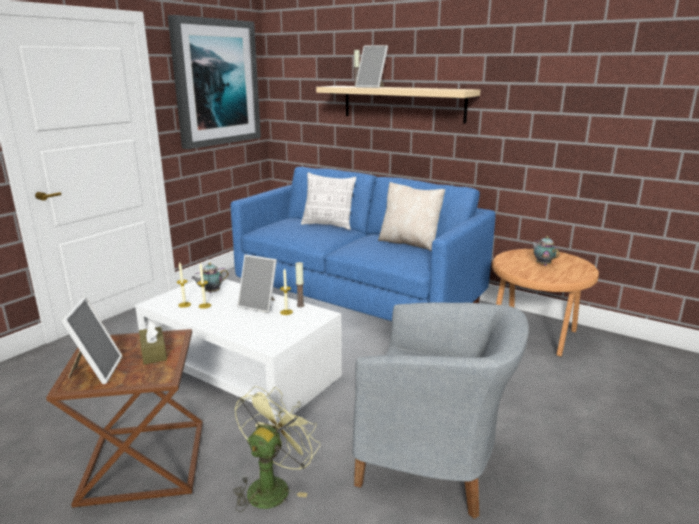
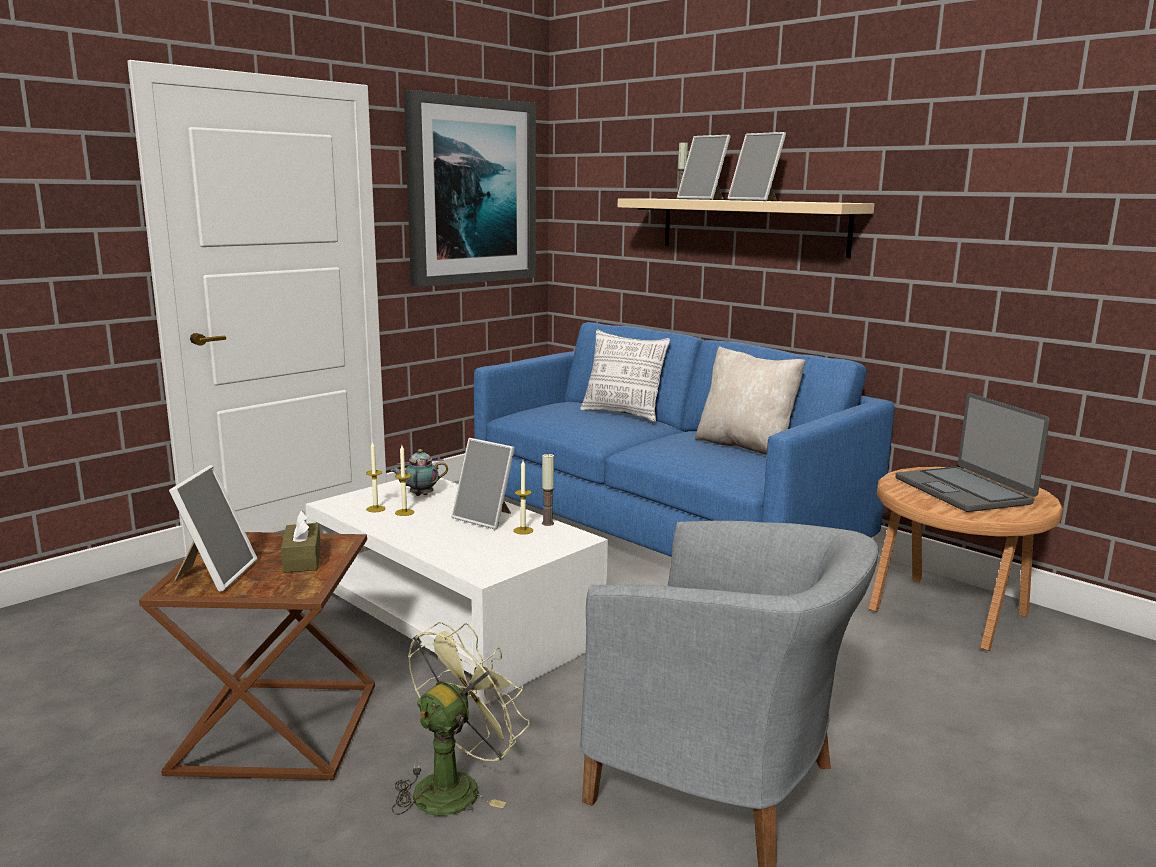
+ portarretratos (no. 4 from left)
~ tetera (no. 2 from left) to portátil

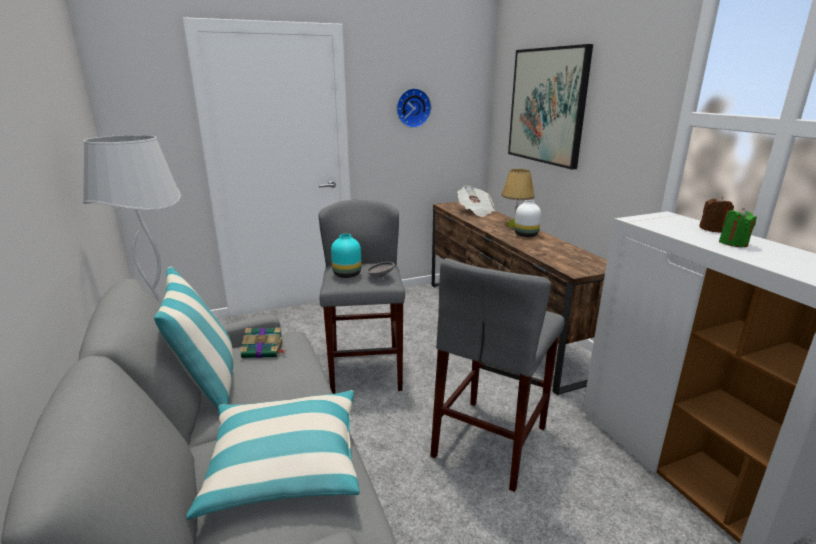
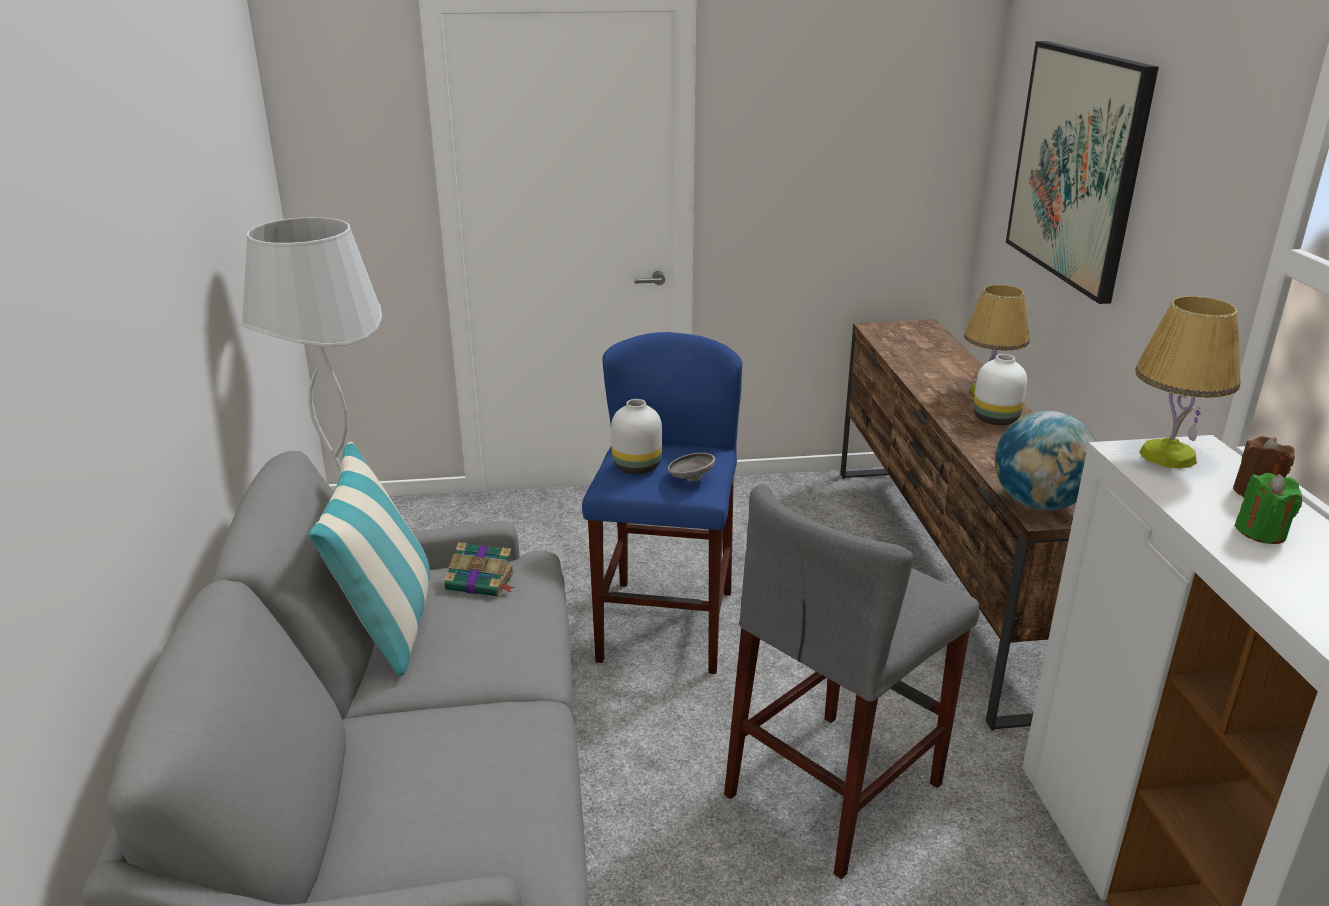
- cojín (no. 2 from left)
- reloj de pared
- periódico
+ globo terráqueo
+ lámpara de mesa (no. 2 from left)
~ taburete/gris (no. 1 from left) to taburete/azul
~ florero/turquesa to florero/blanco (no. 1 from left)

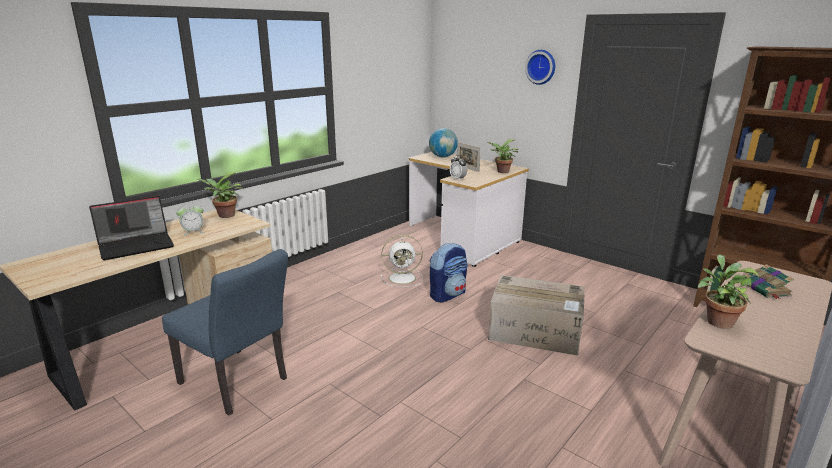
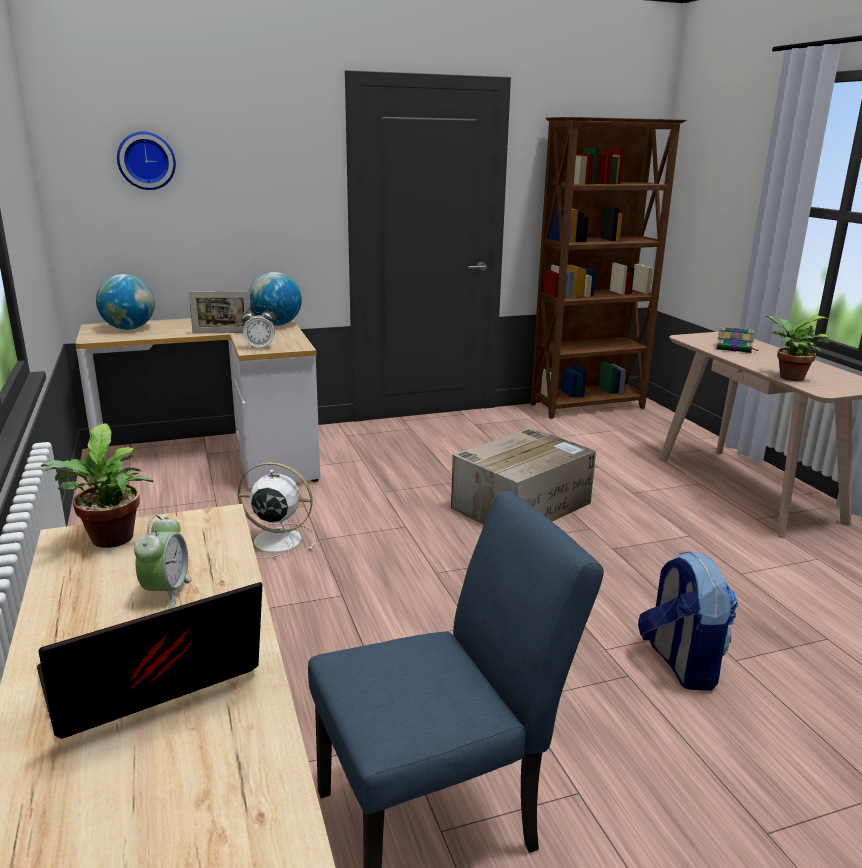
~ mochila
~ reloj de pared
~ planta en maceta (no. 2 from left) to globo terráqueo (no. 2 from left)
~ portátil 120 degrees counterclockwise
~ ventilador/blanco 105 degrees counterclockwise

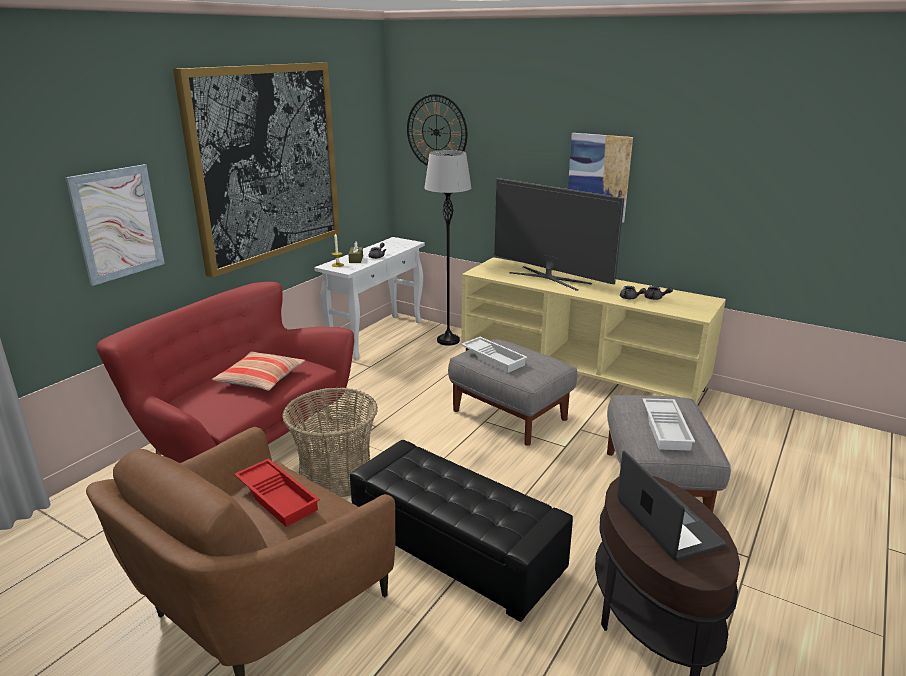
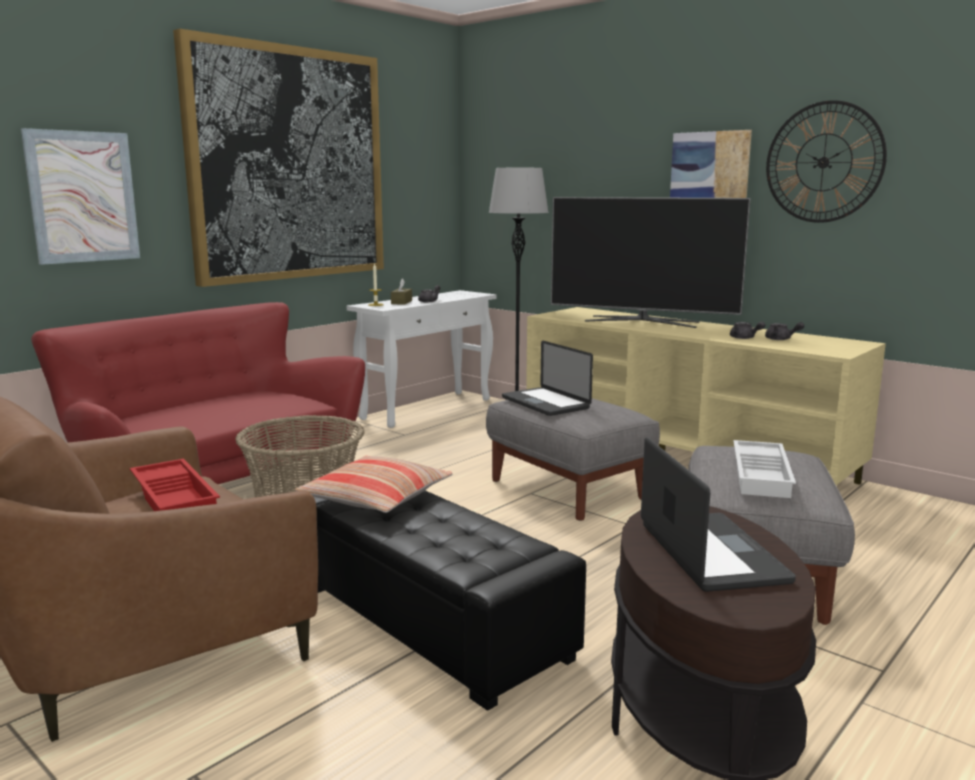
~ cojín
~ reloj de pared
~ bandeja/blanco (no. 1 from left) to portátil (no. 1 from left)
~ televisor 150 degrees clockwise

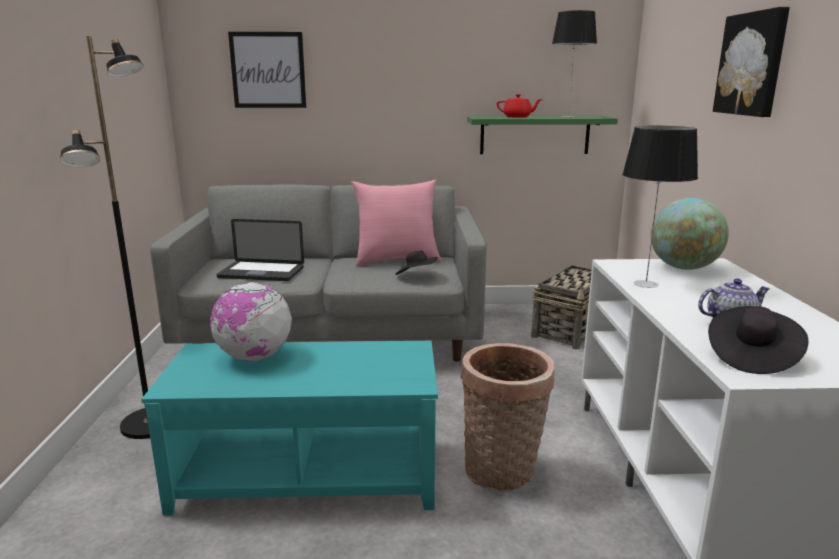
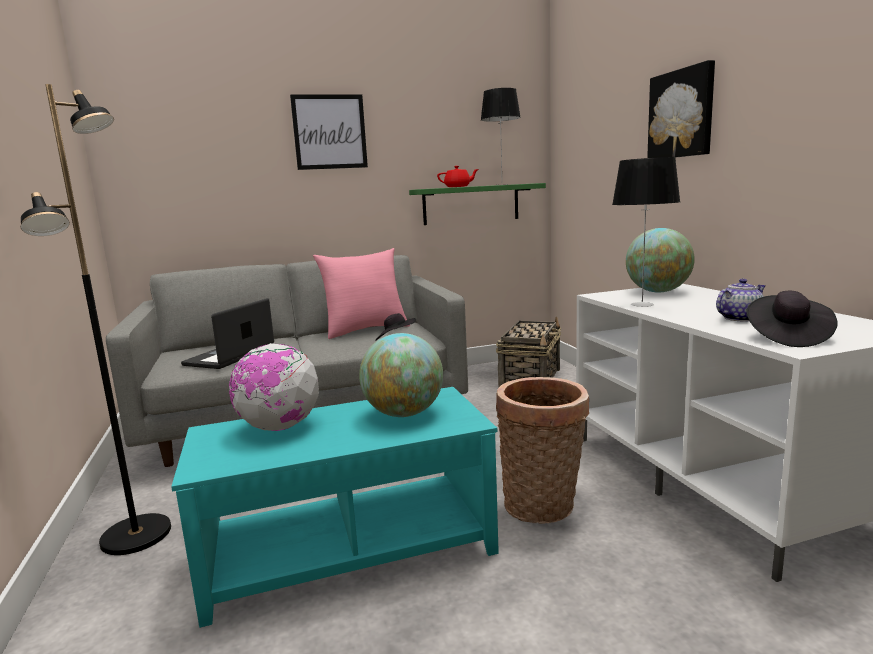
+ globo terráqueo (no. 2 from left)
~ cuadro (no. 1 from left)
~ portátil 120 degrees clockwise

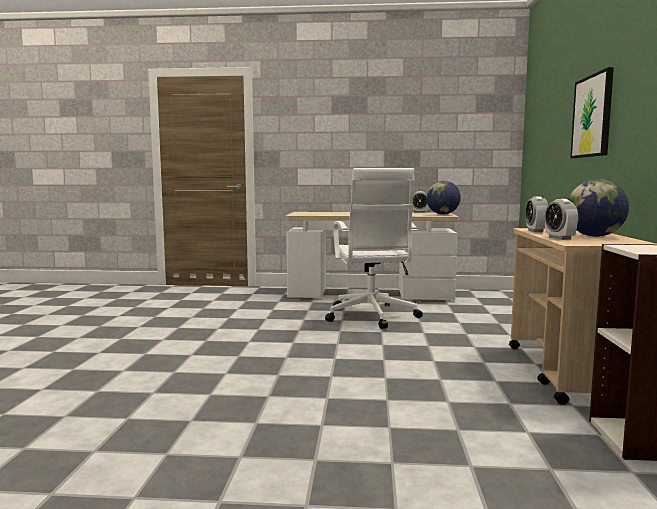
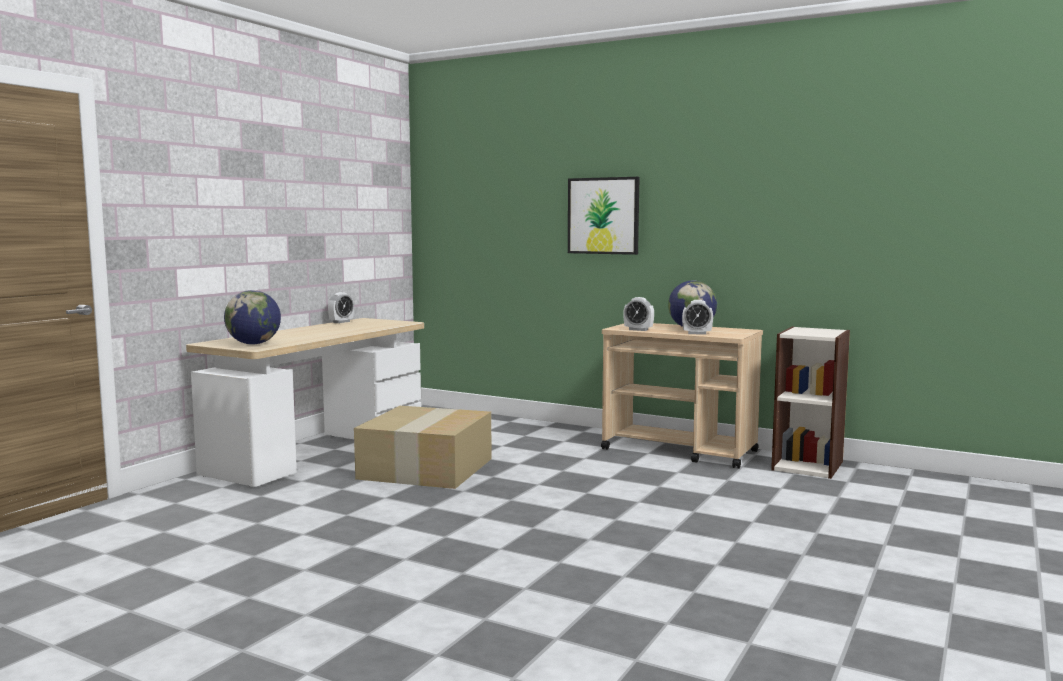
~ globo terráqueo (no. 1 from left)
~ silla de oficina/blanco to caja de cartón

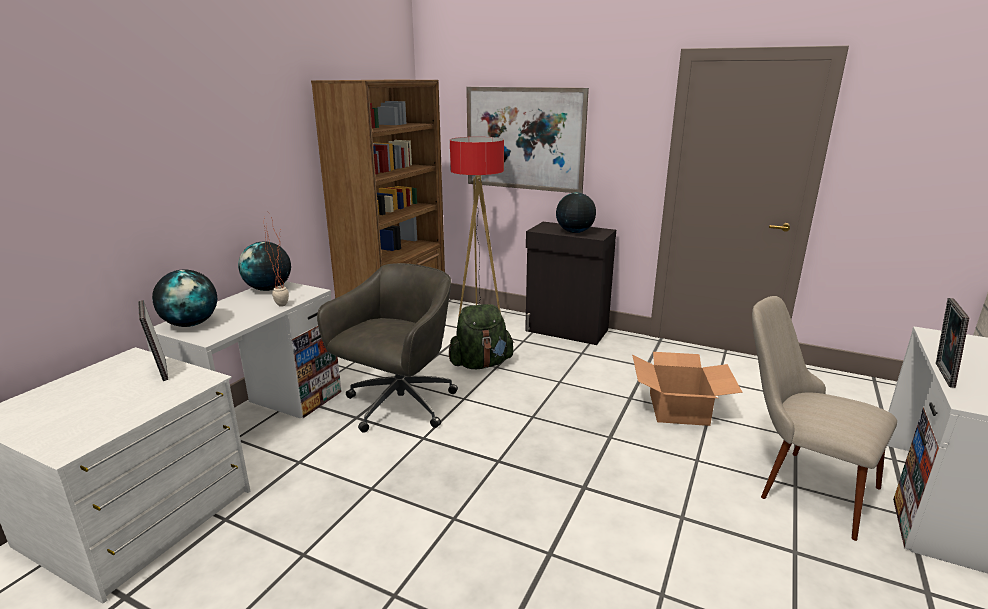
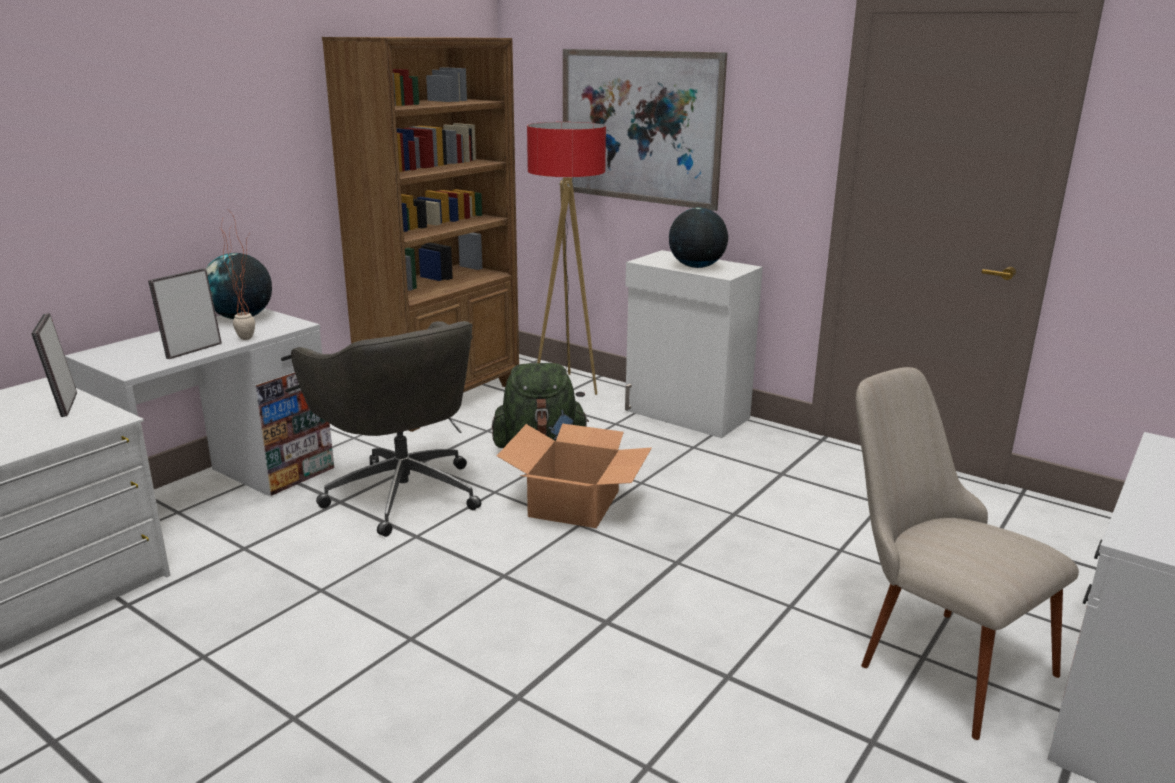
- globo terráqueo (no. 1 from left)
~ caja de cartón
~ portarretratos (no. 2 from left)
~ armario/negro to armario/blanco
~ silla de oficina/gris 105 degrees clockwise

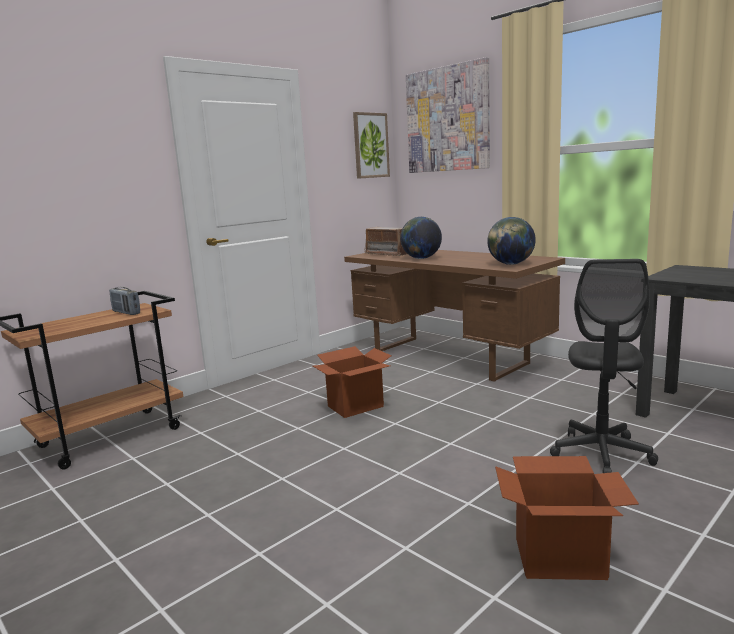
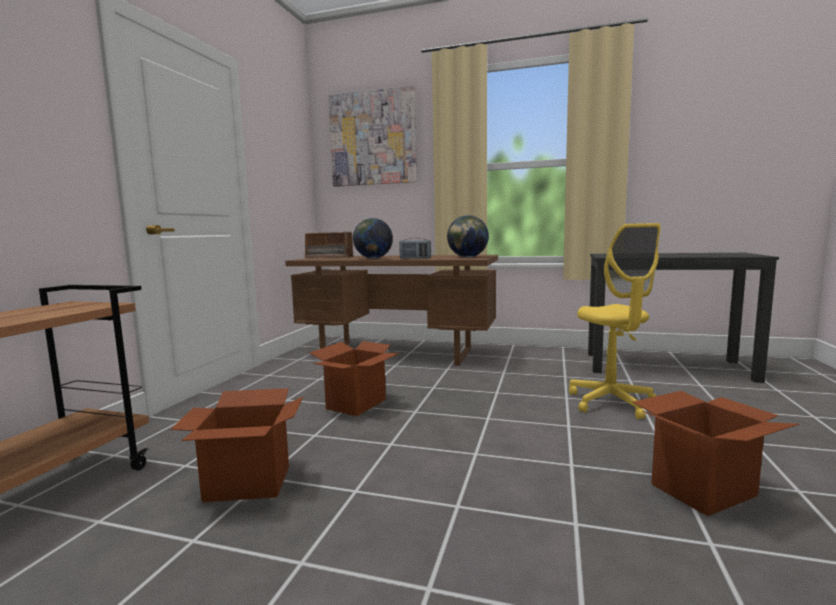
- cuadro (no. 1 from left)
+ caja de cartón (no. 1 from left)
~ radio (no. 1 from left in the first image) to radio (no. 2 from left)
~ silla de oficina/negro to silla de oficina/amarillo

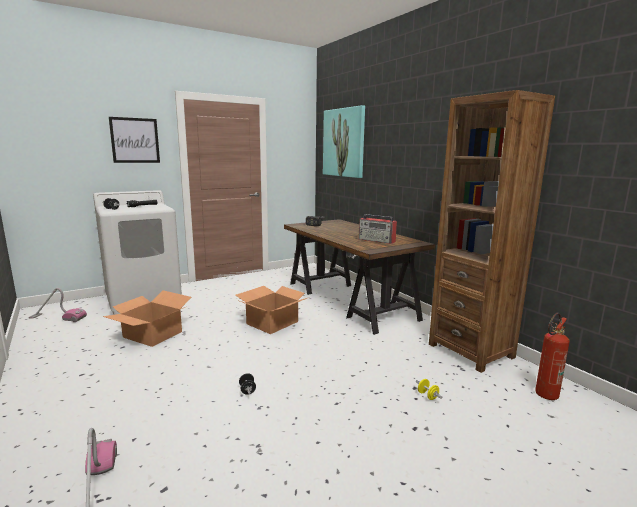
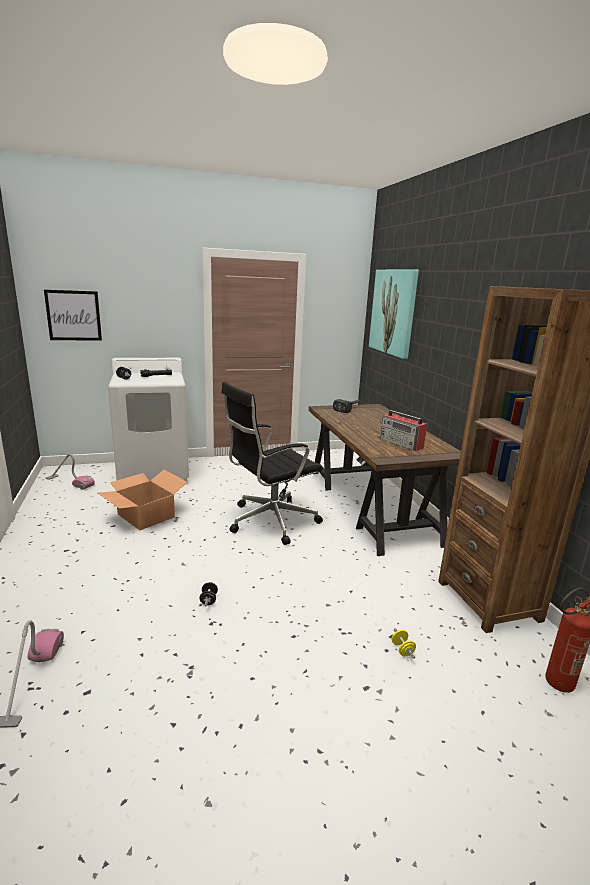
~ cuadro (no. 1 from left)
~ caja de cartón (no. 2 from left) to silla de oficina/negro

